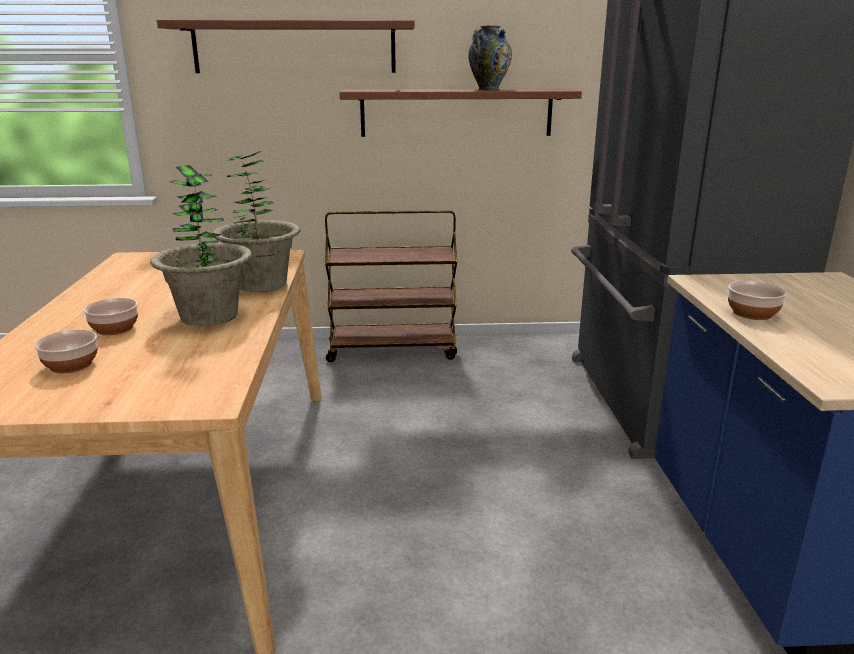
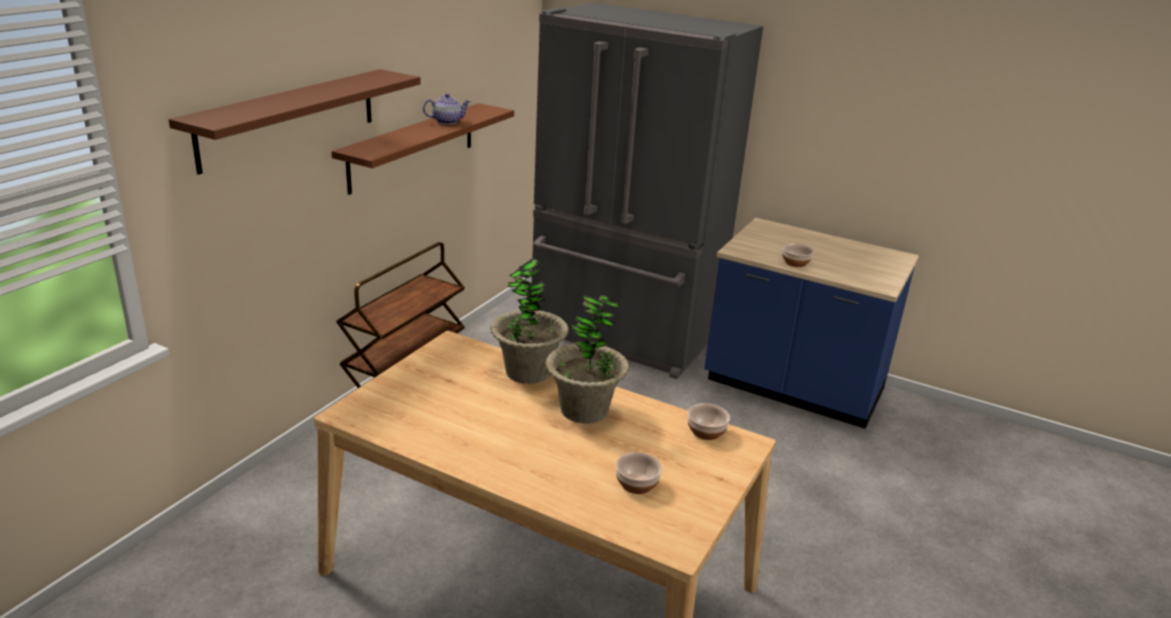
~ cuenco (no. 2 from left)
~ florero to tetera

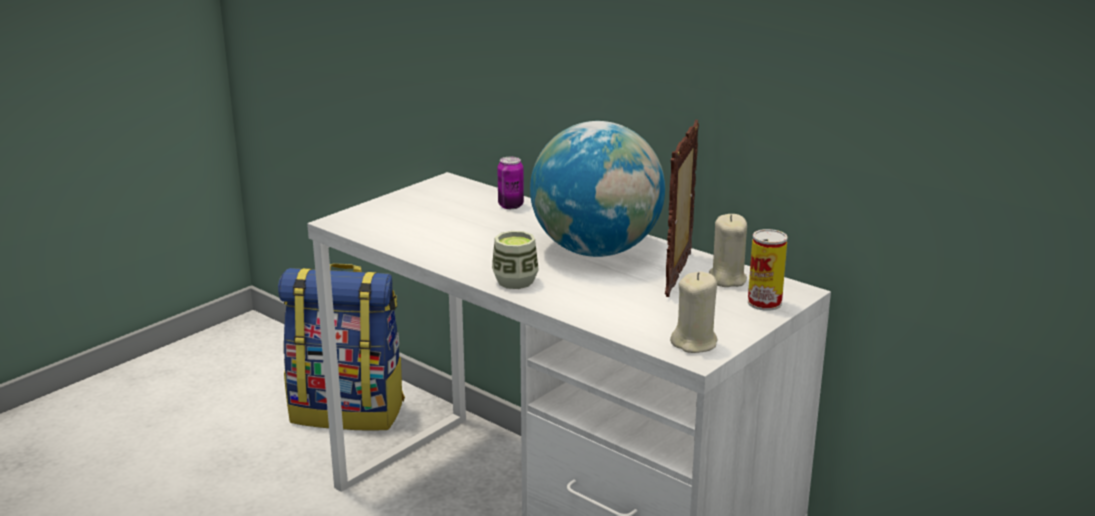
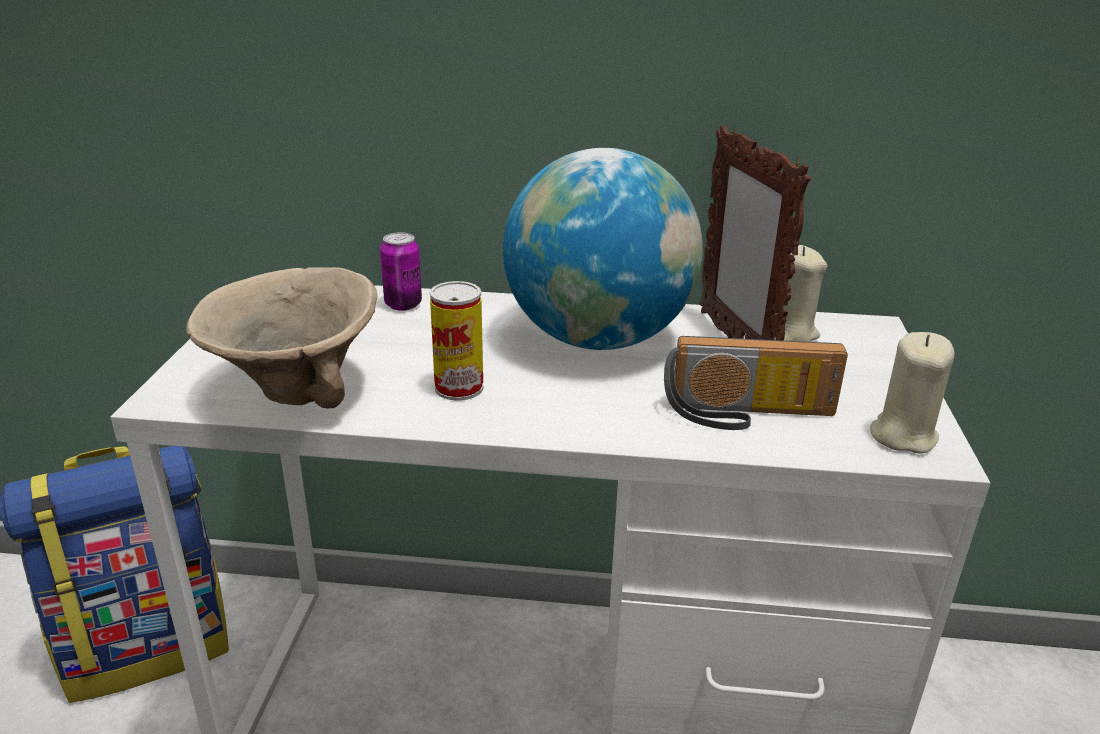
- taza
+ cuenco/beis
+ radio
~ lata (no. 2 from left)

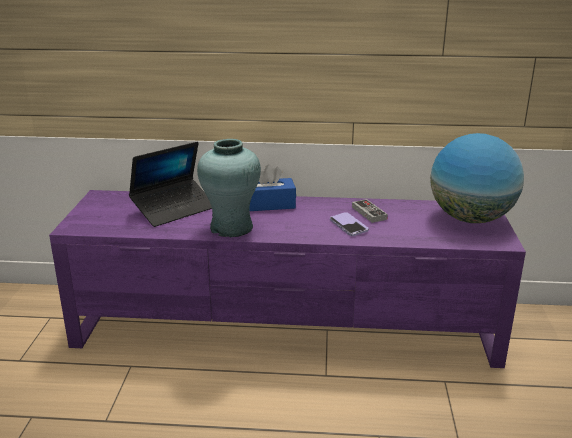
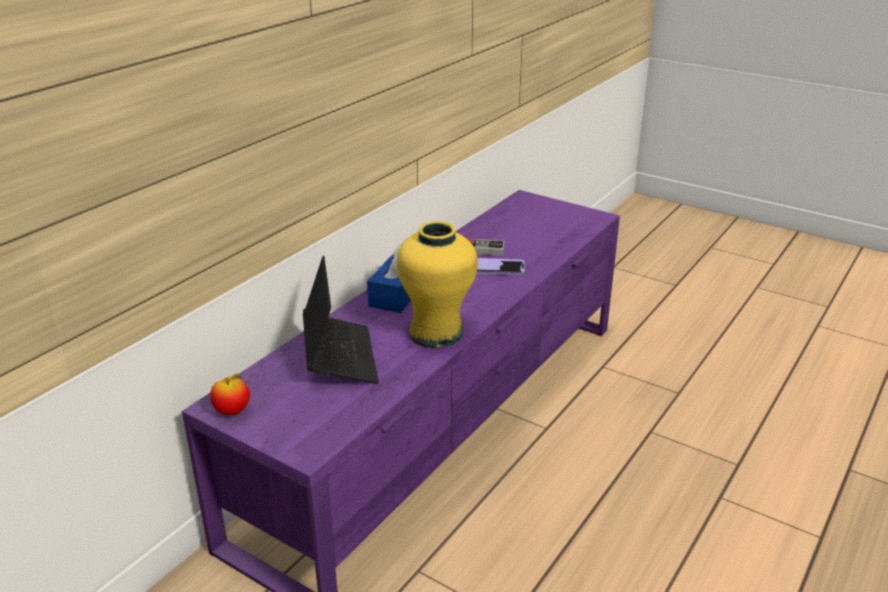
- globo terráqueo
+ manzana
~ florero/turquesa to florero/amarillo

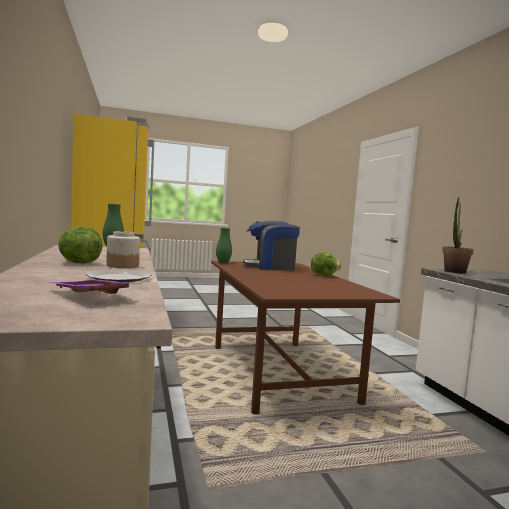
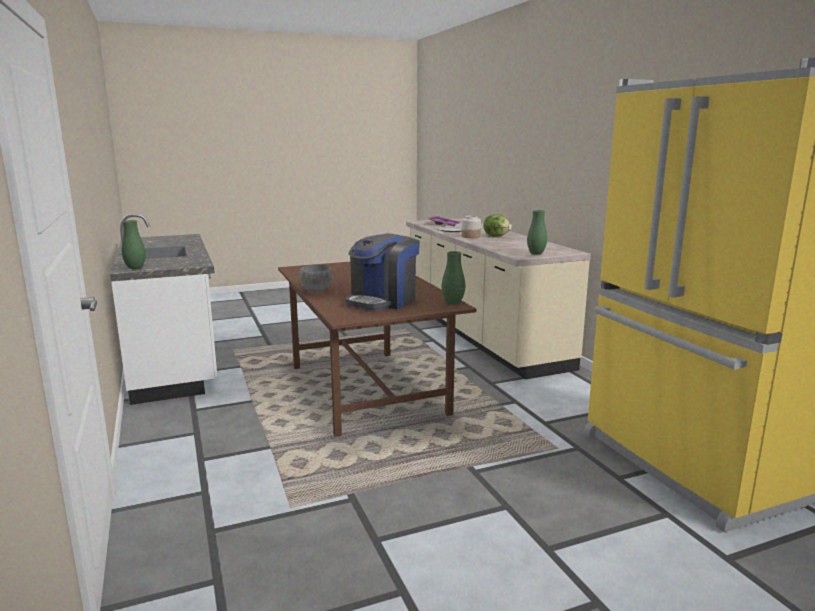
- planta en maceta
+ florero/verde (no. 1 from left)
~ lechuga (no. 2 from left) to cuenco/gris
~ cafetera 135 degrees clockwise

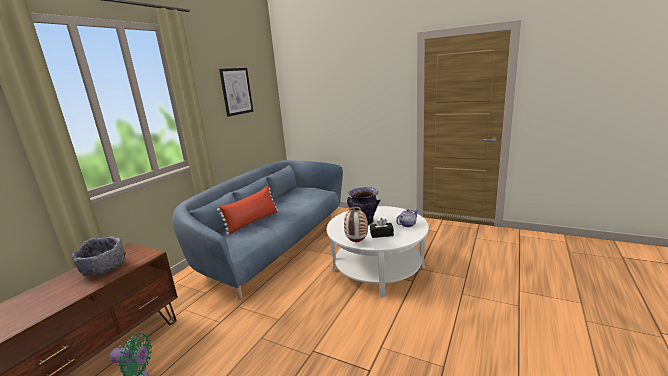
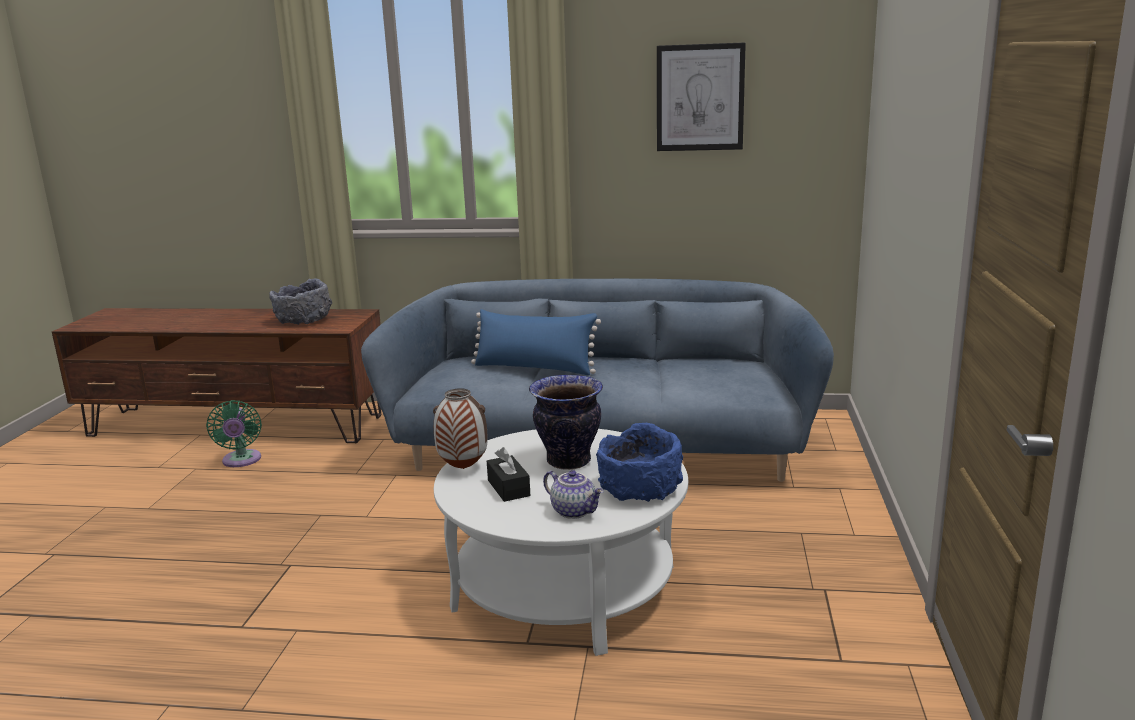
+ cuenco/azul
~ cojín/rojo to cojín/azul

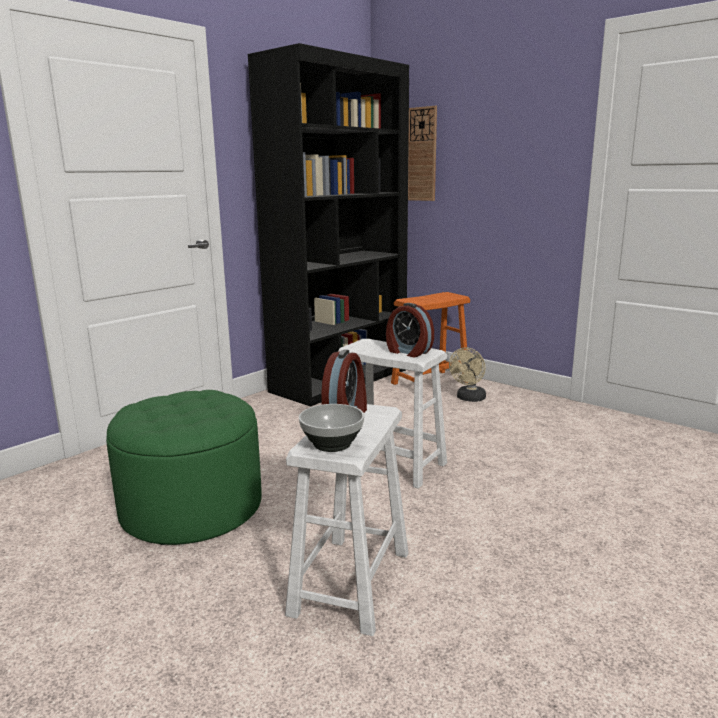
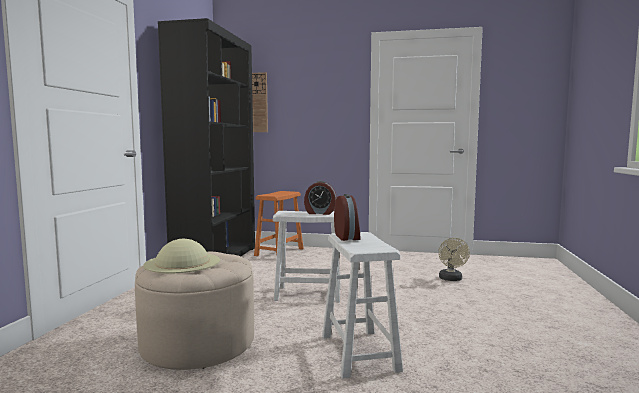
- cuenco
+ sombrero/beis
~ ventilador/beis
~ puf/verde to puf/beis

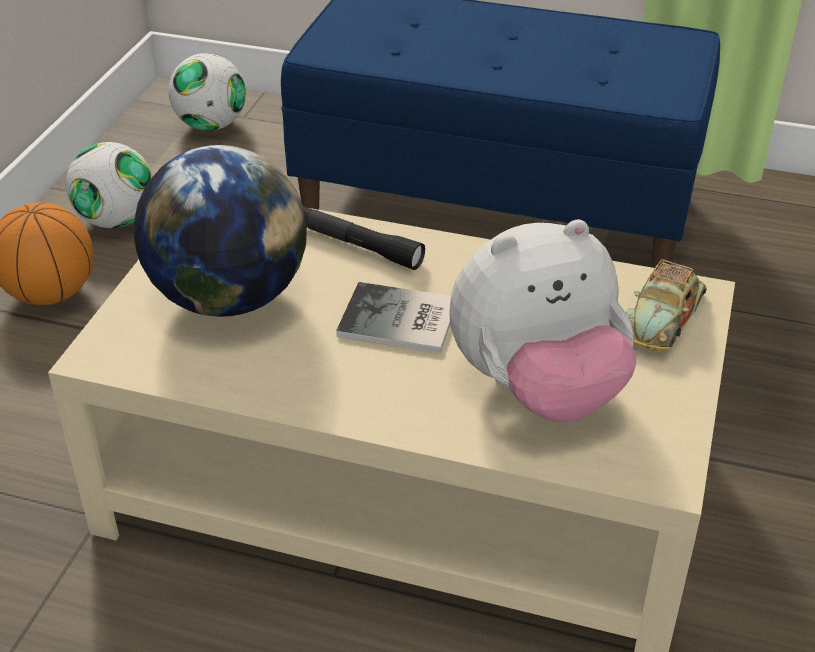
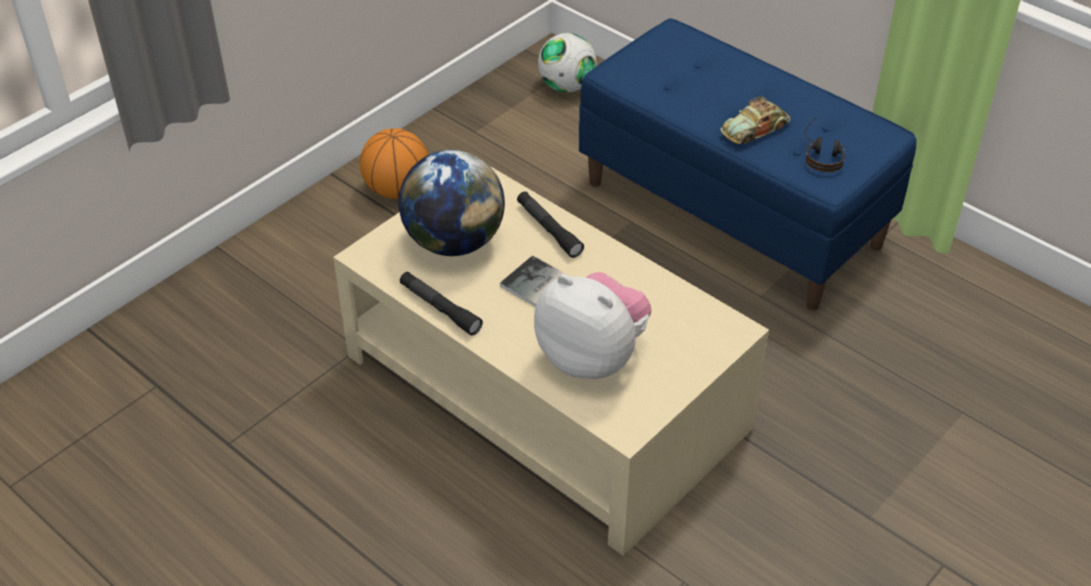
- balón de fútbol (no. 1 from left)
+ linterna/negro (no. 1 from left)
+ auriculares
~ coche de juguete
~ peluche 150 degrees counterclockwise

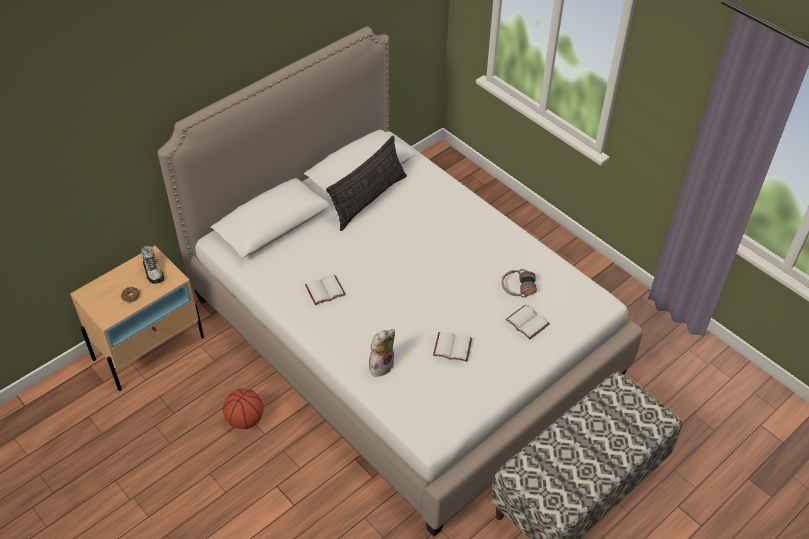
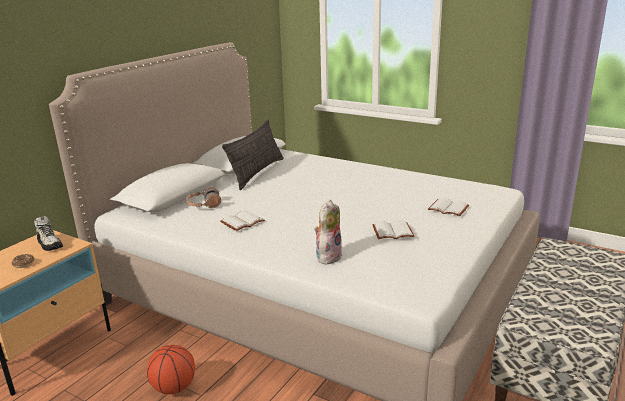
~ auriculares

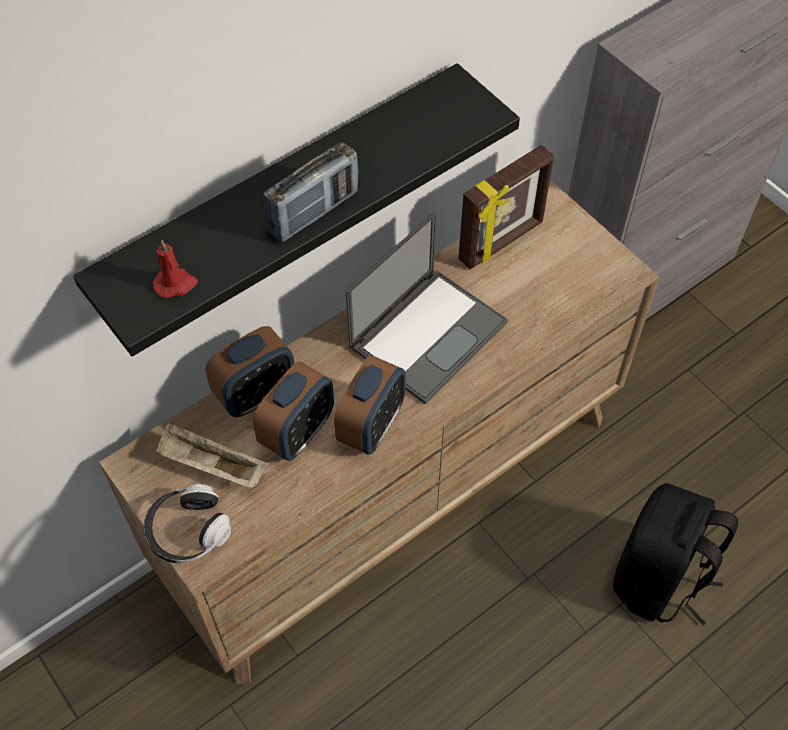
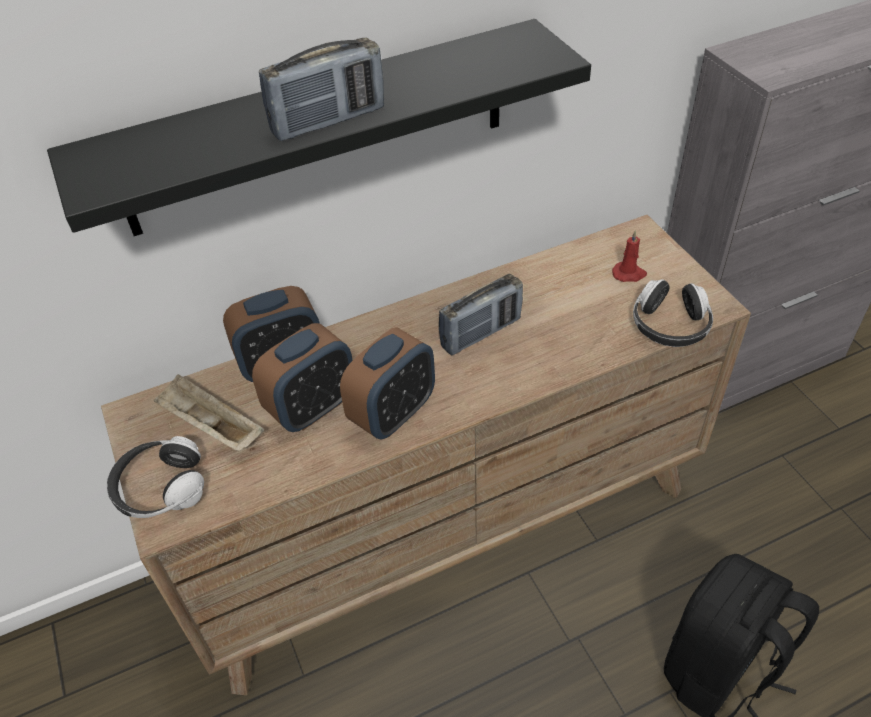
- portarretratos
+ auriculares (no. 2 from left)
~ vela/rojo
~ portátil to radio (no. 2 from left)

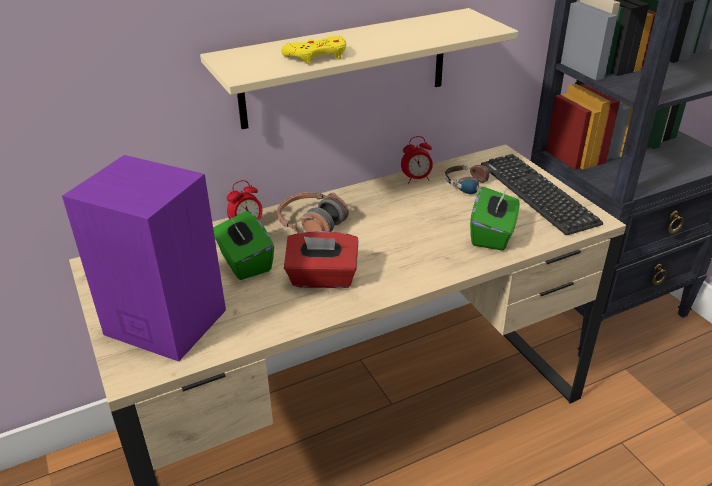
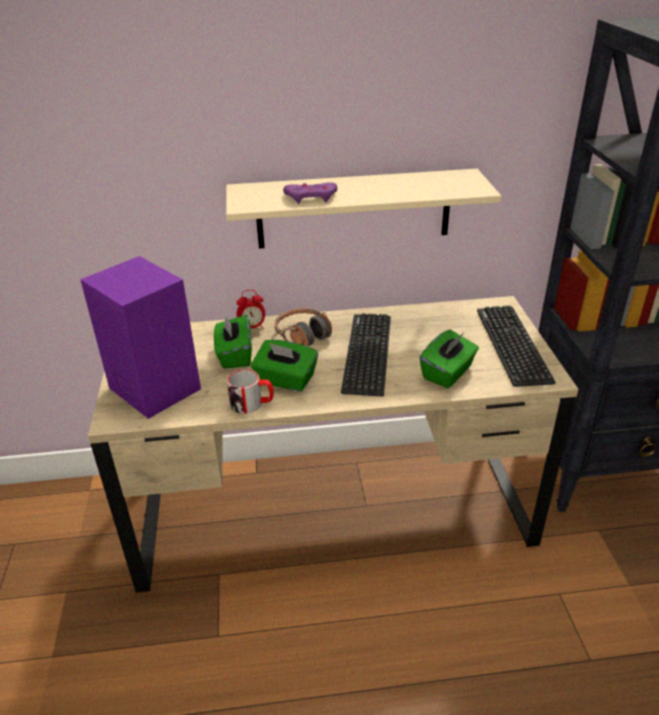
- despertador (no. 2 from left)
- auriculares (no. 2 from left)
+ taza grande
+ teclado (no. 1 from left)
~ mando de consola/amarillo to mando de consola/morado
~ caja de pañuelos/rojo to caja de pañuelos/verde (no. 2 from left)

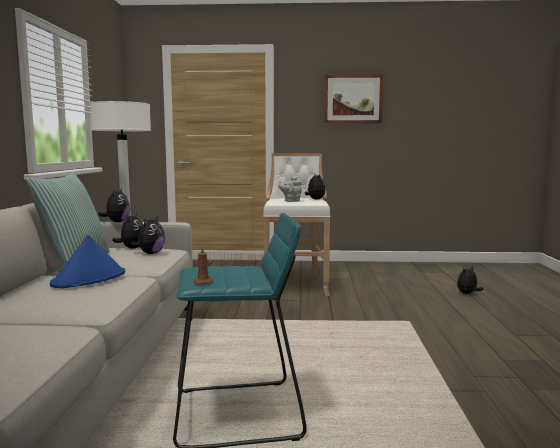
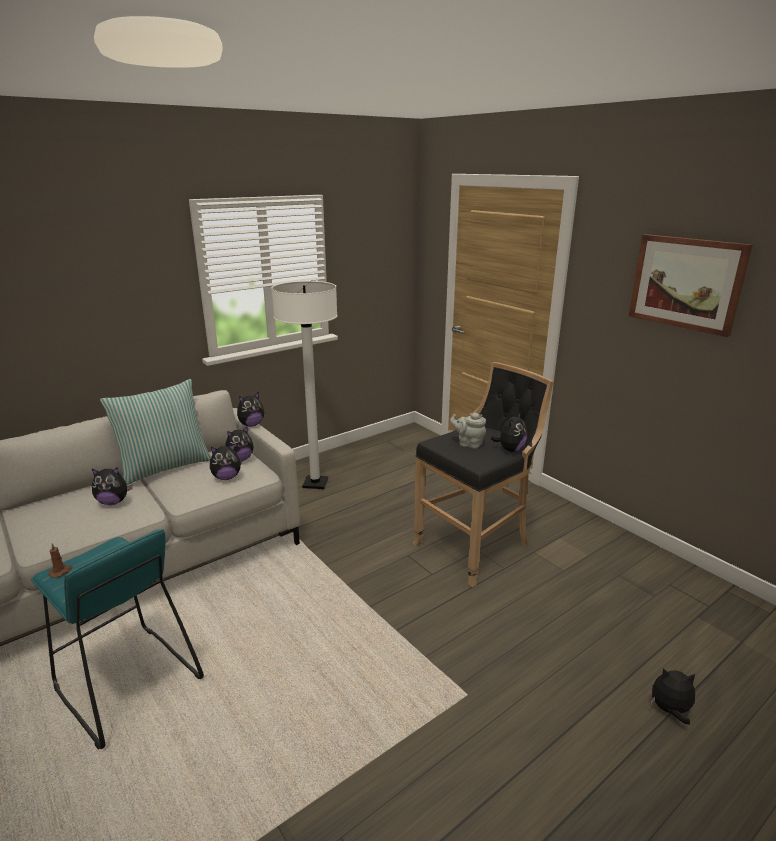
~ sombrero/azul to peluche (no. 1 from left)
~ taburete/blanco to taburete/negro

